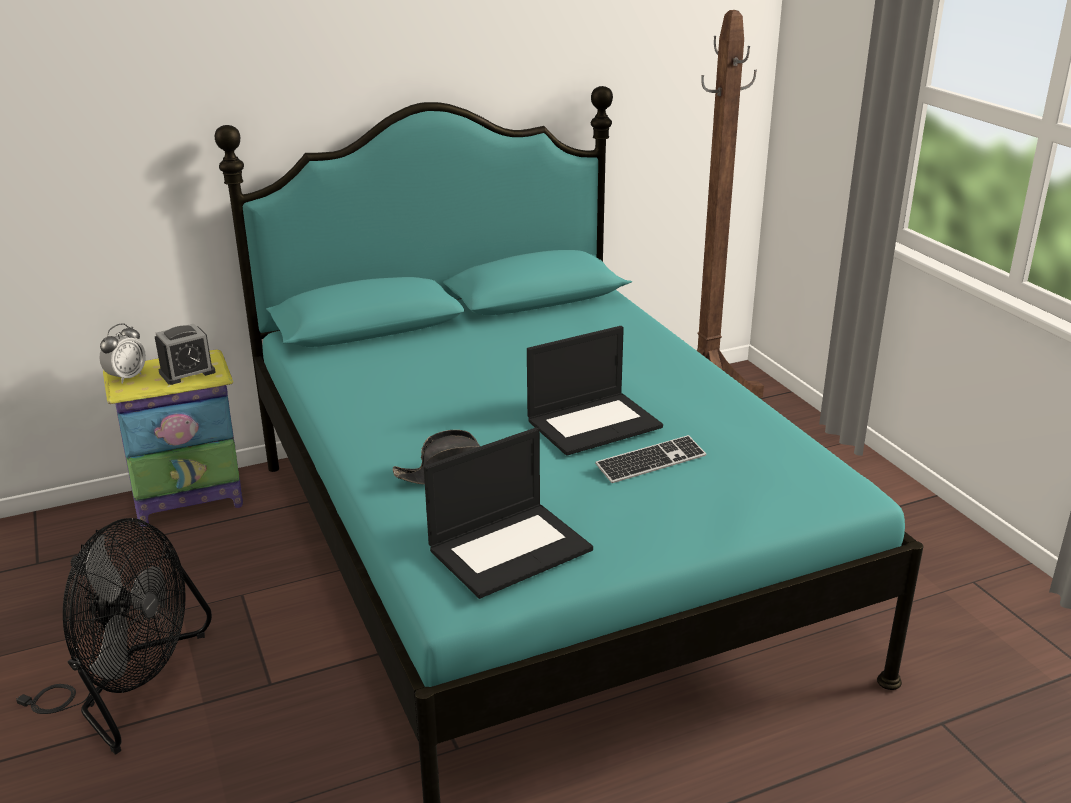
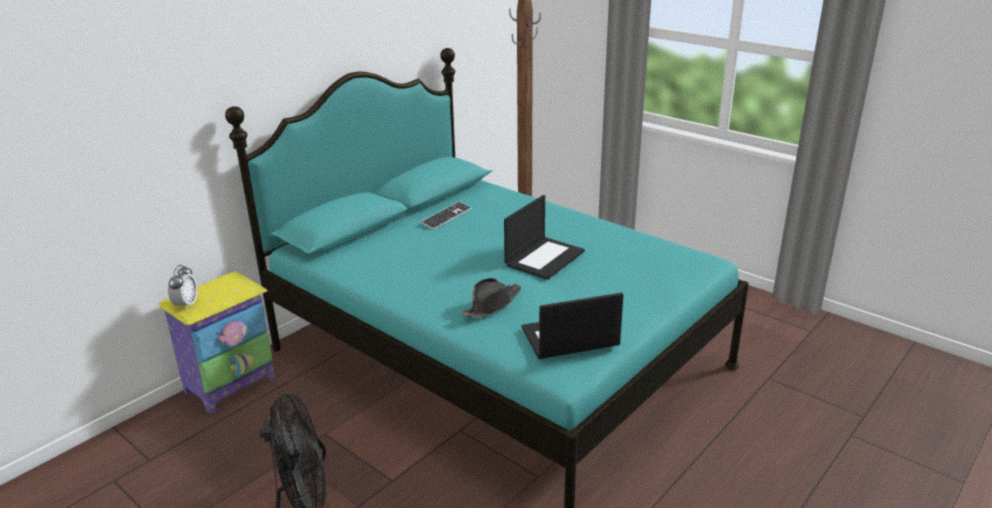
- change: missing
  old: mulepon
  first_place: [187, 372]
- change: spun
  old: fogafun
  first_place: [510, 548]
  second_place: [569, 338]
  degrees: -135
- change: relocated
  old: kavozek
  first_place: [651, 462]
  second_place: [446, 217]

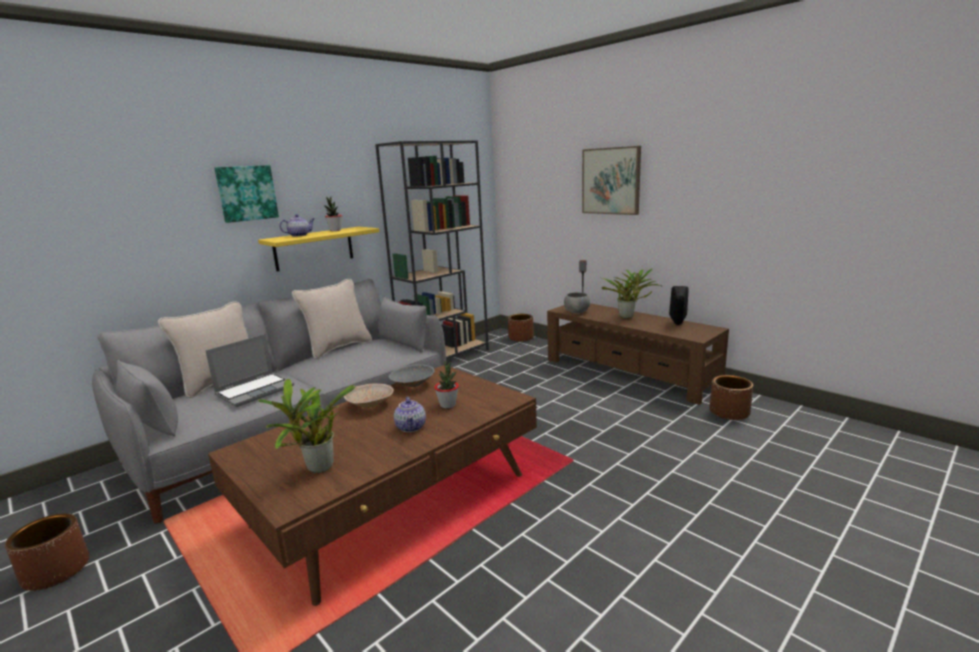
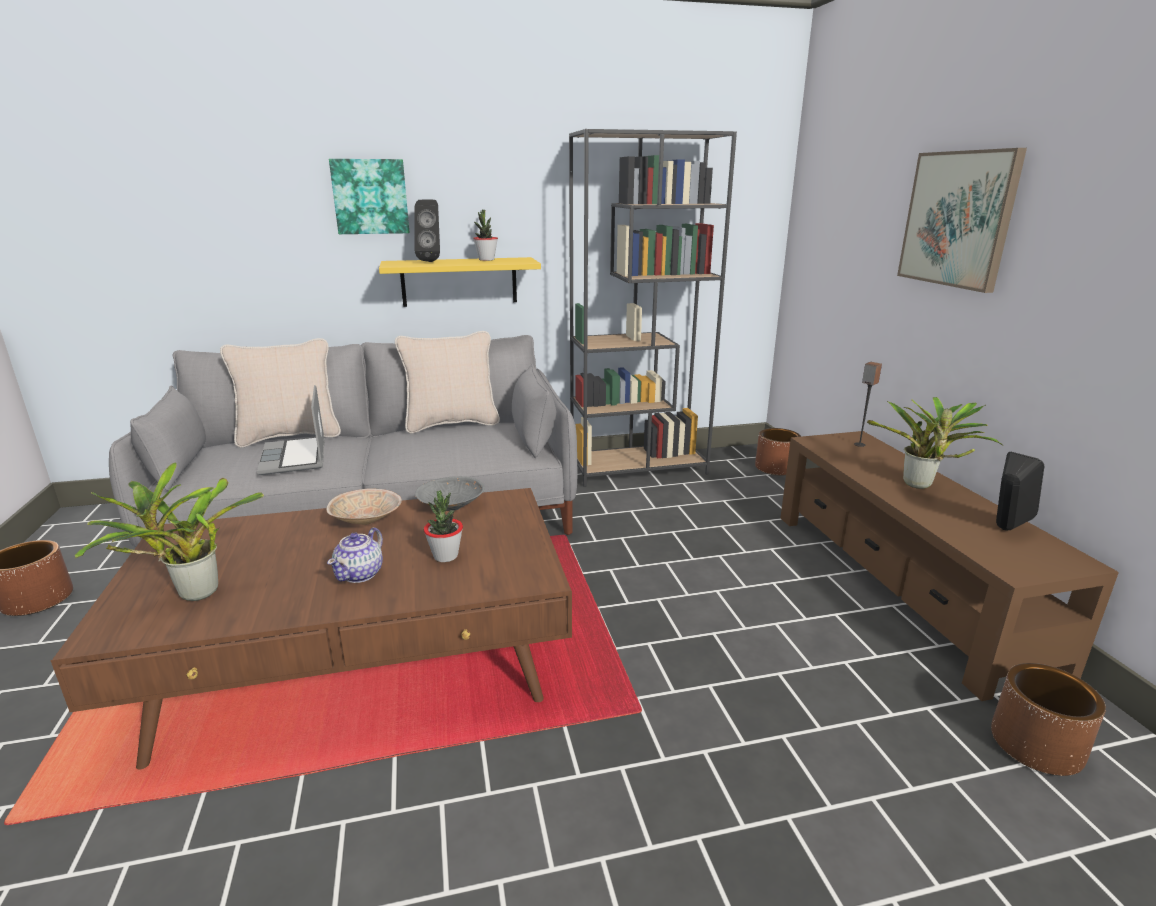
- change: spun
  old: fogafun
  first_place: [255, 390]
  second_place: [295, 458]
  degrees: 90
- change: exchanged
  old: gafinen
  new: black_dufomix
  first_place: [300, 235]
  second_place: [431, 261]
- change: missing
  old: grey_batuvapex
  first_place: [576, 312]

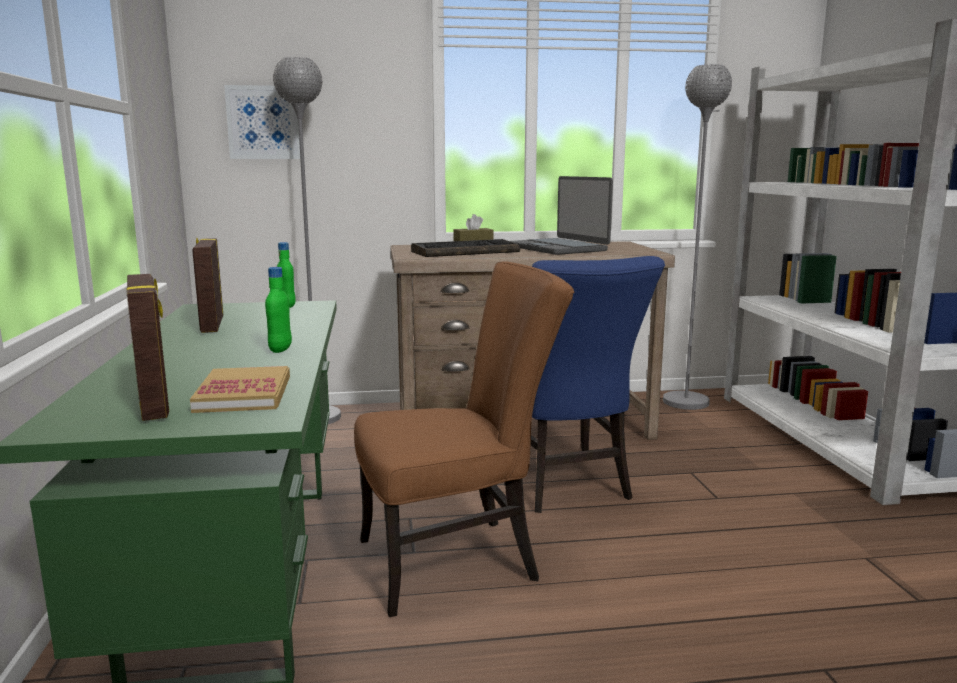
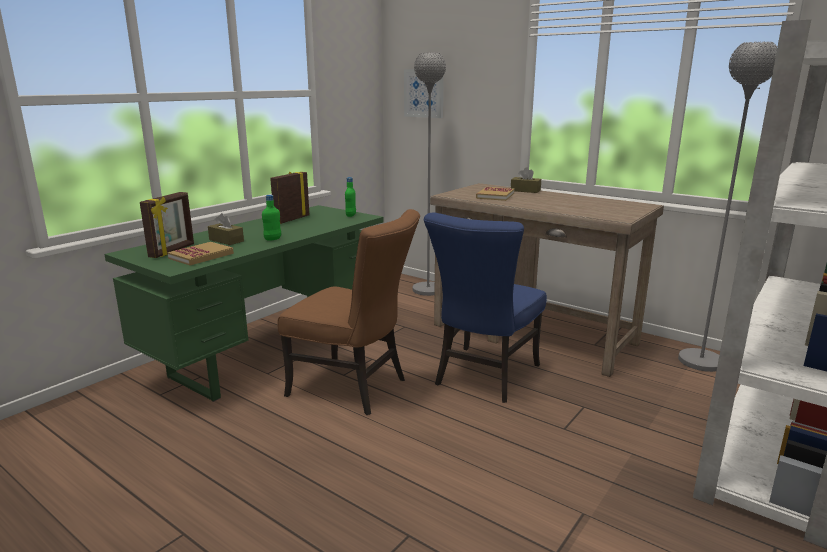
- change: exchanged
  old: kavozek
  new: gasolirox
  first_place: [466, 251]
  second_place: [495, 196]
- change: missing
  old: fogafun
  first_place: [558, 248]
- change: appeared
  new: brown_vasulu
  second_place: [226, 240]

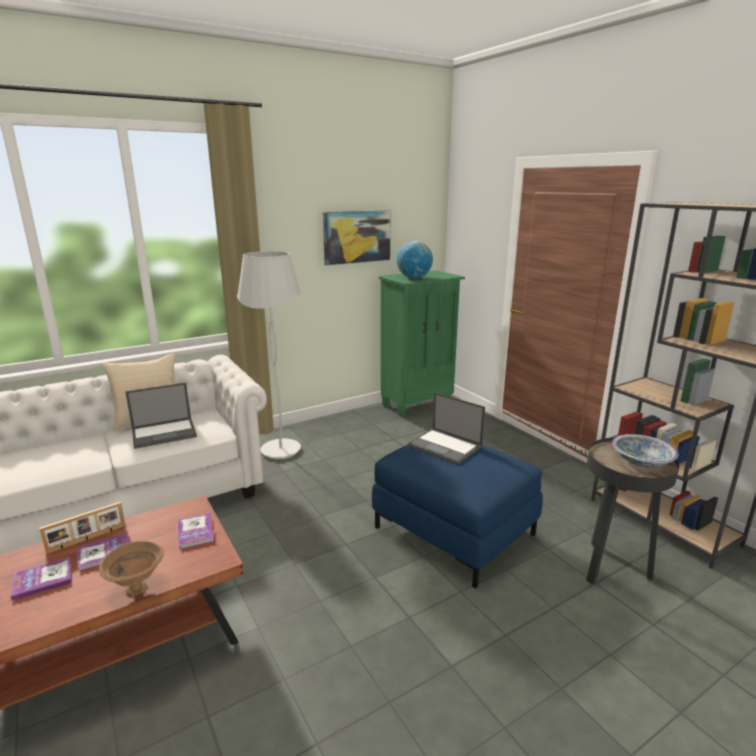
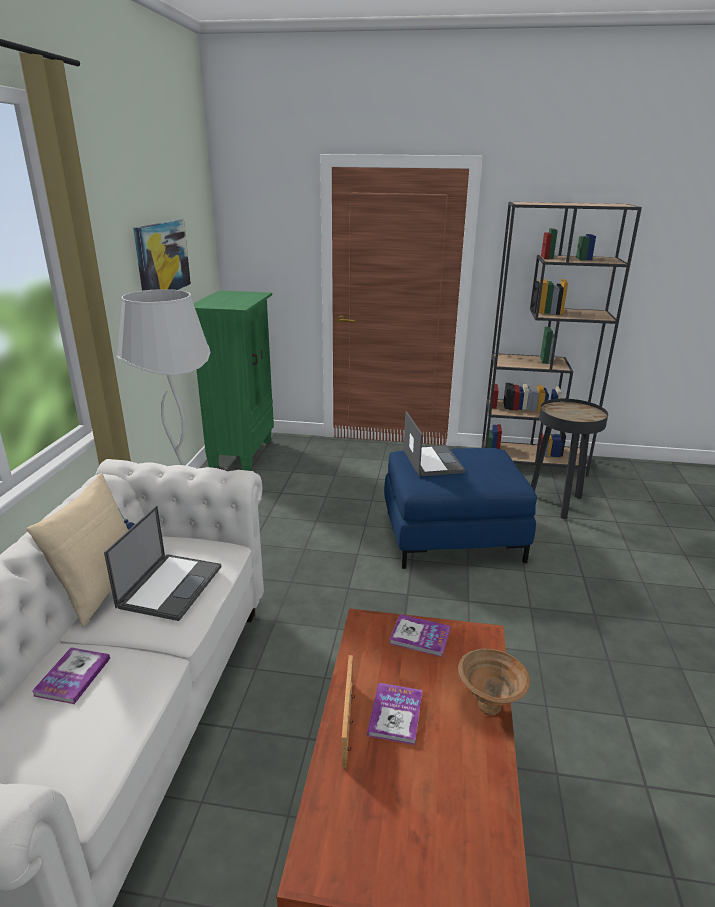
- change: relocated
  old: gasolirox
  first_place: [43, 579]
  second_place: [72, 676]
- change: missing
  old: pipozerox
  first_place: [414, 278]
- change: spun
  old: fogafun
  first_place: [445, 446]
  second_place: [432, 461]
  degrees: -90
- change: missing
  old: batuvapex
  first_place: [641, 461]

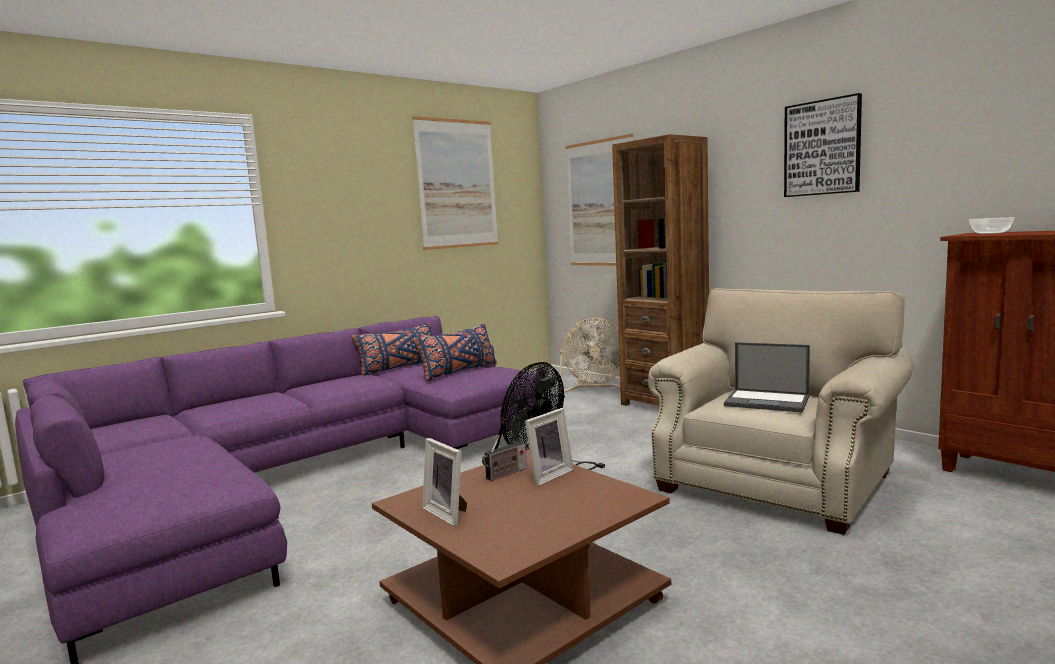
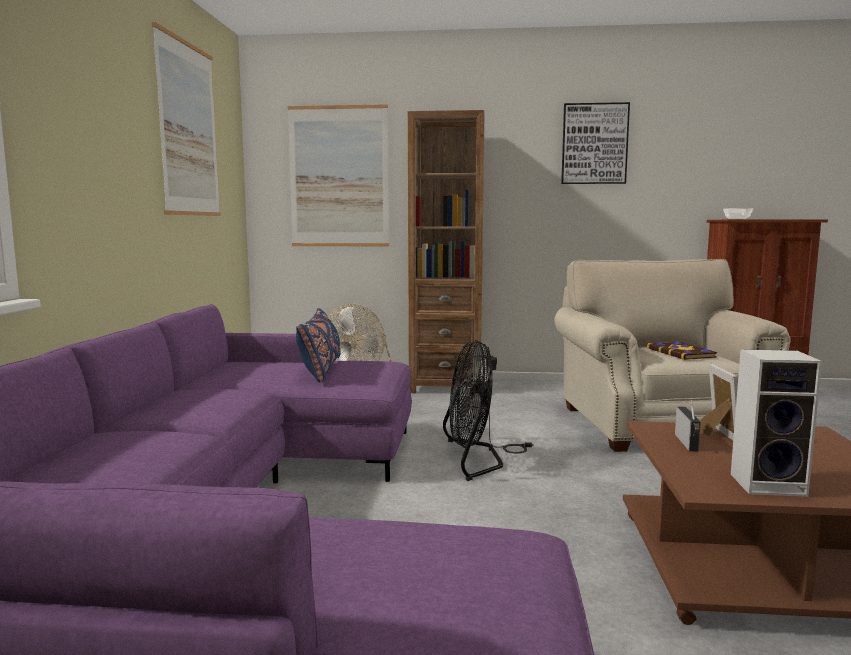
- change: missing
  old: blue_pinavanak
  first_place: [399, 368]
- change: exchanged
  old: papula
  new: dufomix
  first_place: [449, 513]
  second_place: [770, 484]
- change: exchanged
  old: fogafun
  new: gasolirox
  first_place: [768, 401]
  second_place: [681, 353]

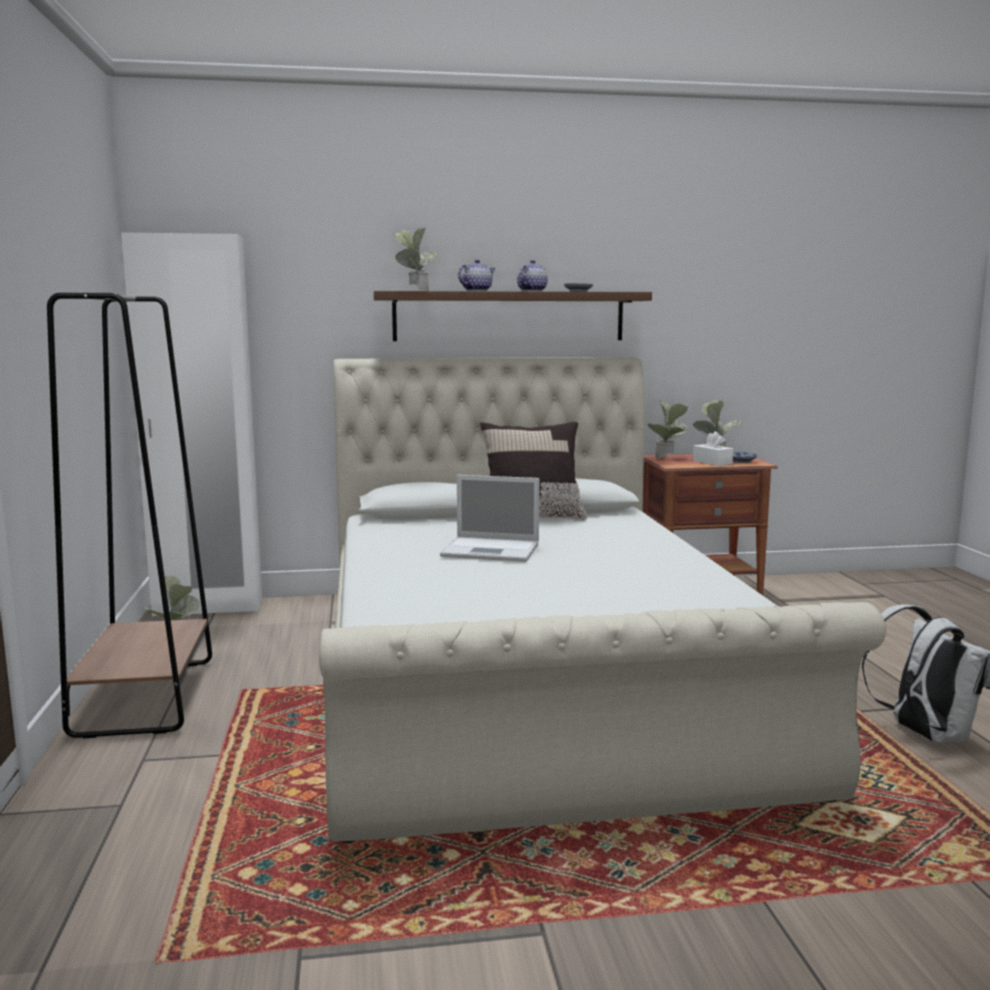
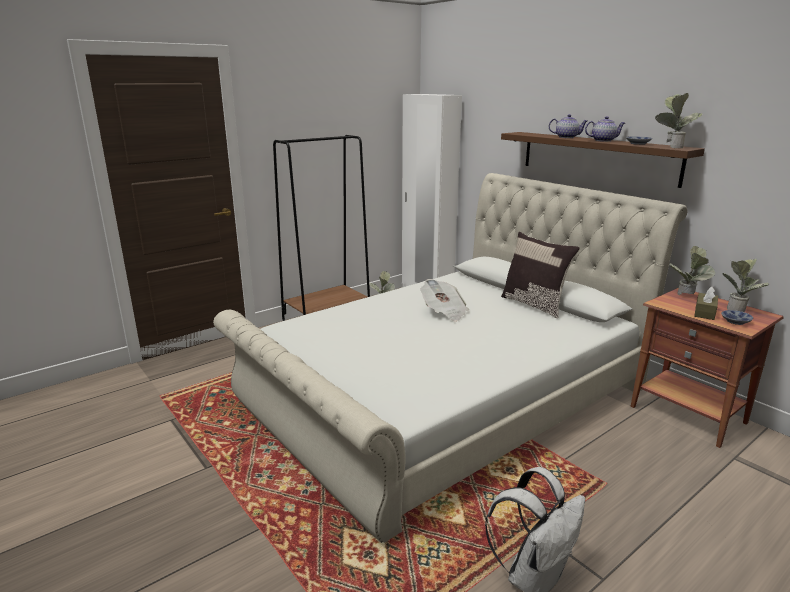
- change: relocated
  old: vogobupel
  first_place: [414, 291]
  second_place: [671, 147]
- change: exchanged
  old: fogafun
  new: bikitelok
  first_place: [492, 550]
  second_place: [444, 312]
- change: colour
  old: white_vasulu
  new: brown_vasulu
  first_place: [712, 462]
  second_place: [704, 312]

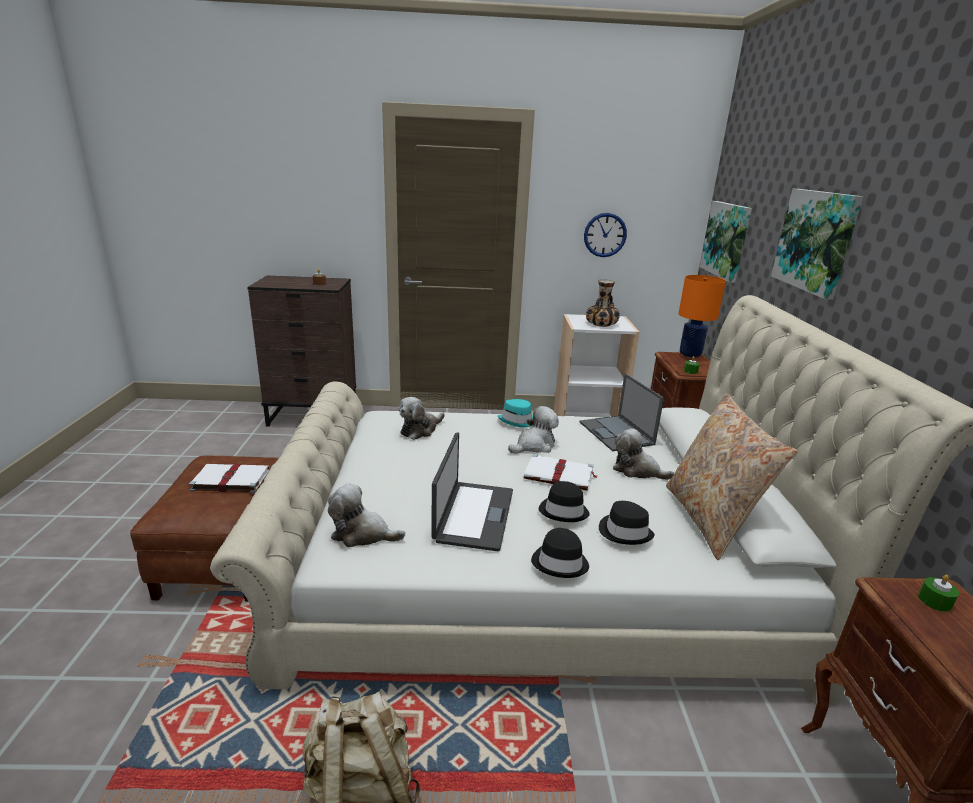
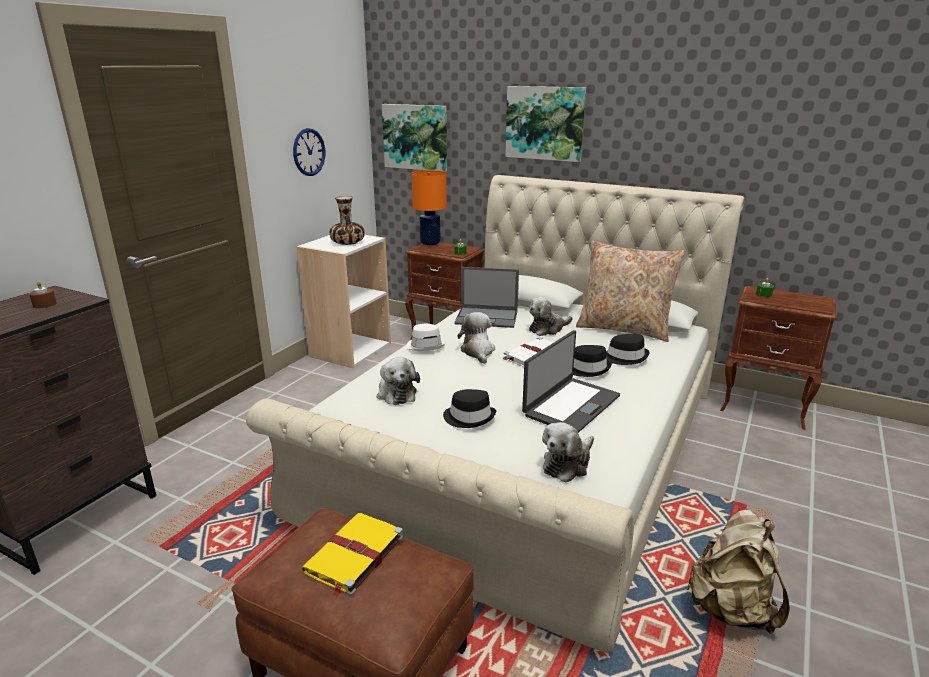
- change: colour
  old: white_gasolirox
  new: yellow_gasolirox
  first_place: [229, 480]
  second_place: [353, 556]
- change: spun
  old: fogafun
  first_place: [473, 515]
  second_place: [570, 405]
  degrees: 90
- change: colour
  old: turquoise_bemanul
  new: white_bemanul
  first_place: [518, 421]
  second_place: [425, 345]
- change: relocated
  old: black_bemanul
  first_place: [560, 562]
  second_place: [469, 417]

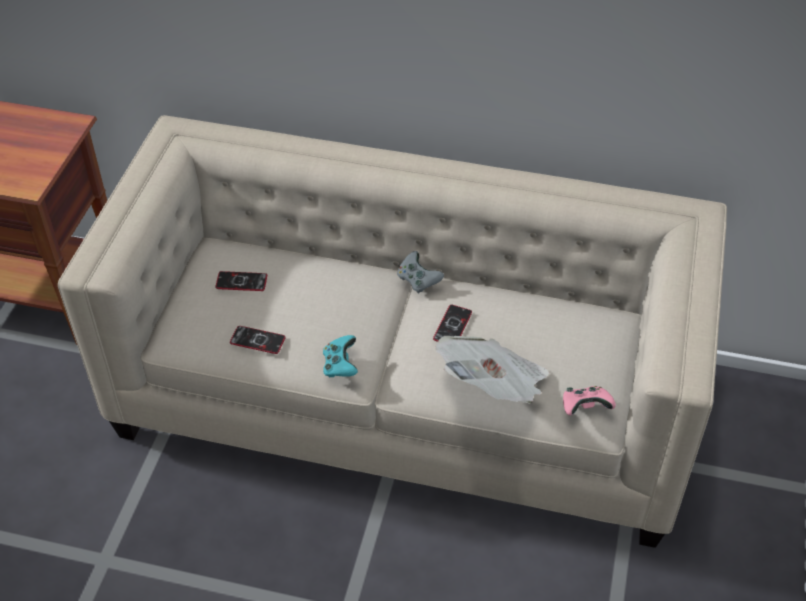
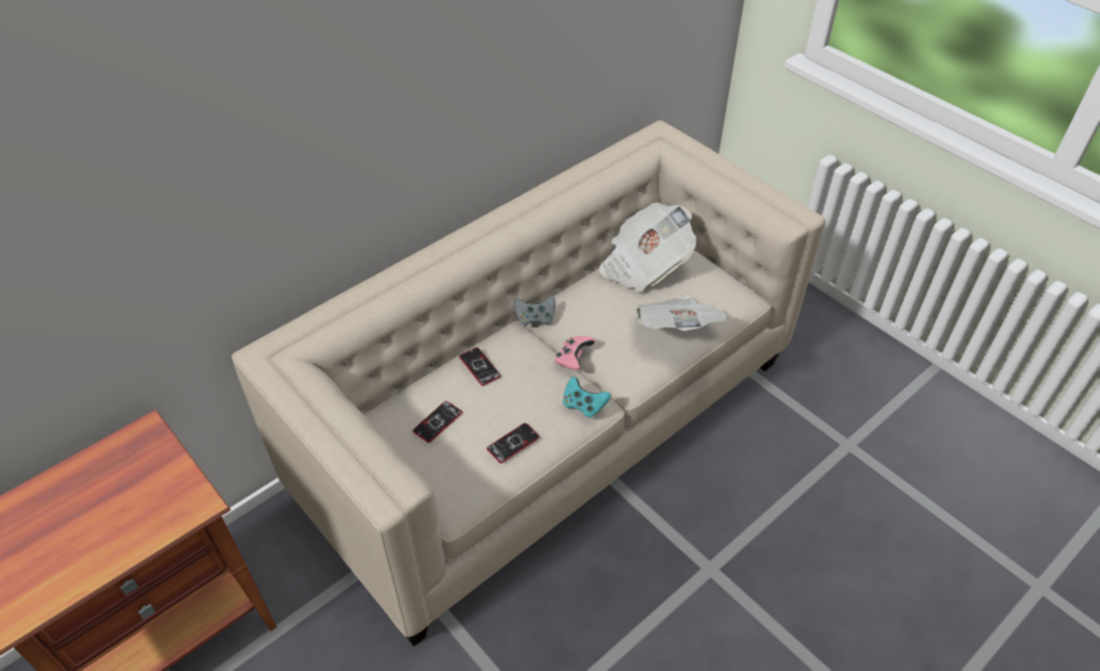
- change: relocated
  old: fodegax
  first_place: [452, 326]
  second_place: [479, 367]
- change: relocated
  old: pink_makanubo
  first_place: [585, 408]
  second_place: [573, 359]
- change: appeared
  new: bikitelok
  second_place: [644, 265]

